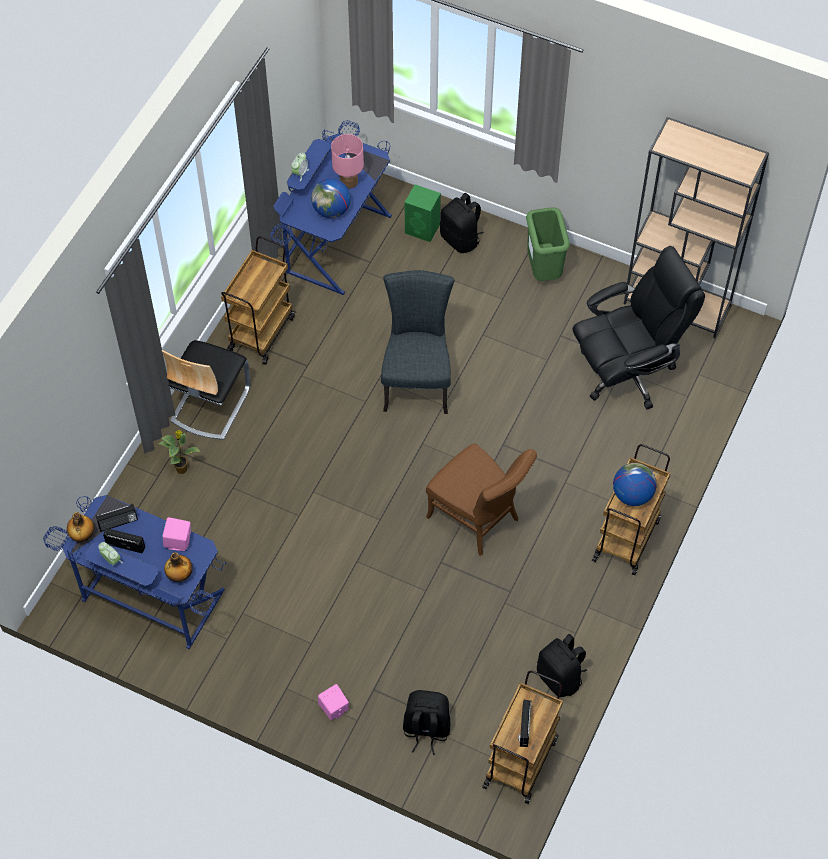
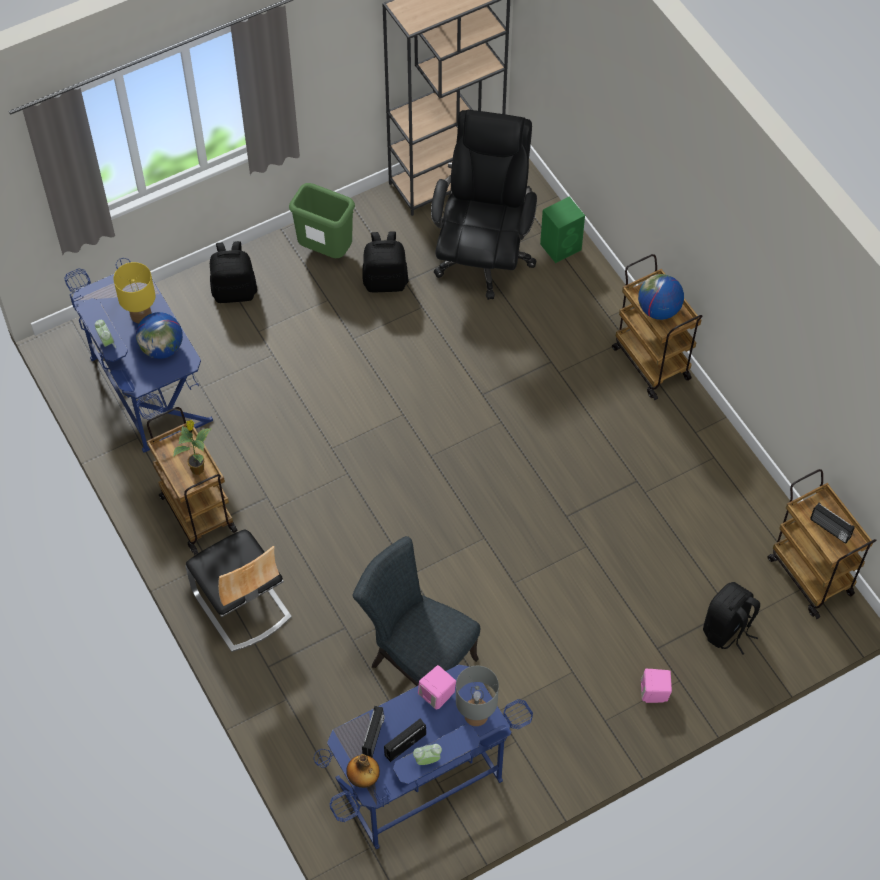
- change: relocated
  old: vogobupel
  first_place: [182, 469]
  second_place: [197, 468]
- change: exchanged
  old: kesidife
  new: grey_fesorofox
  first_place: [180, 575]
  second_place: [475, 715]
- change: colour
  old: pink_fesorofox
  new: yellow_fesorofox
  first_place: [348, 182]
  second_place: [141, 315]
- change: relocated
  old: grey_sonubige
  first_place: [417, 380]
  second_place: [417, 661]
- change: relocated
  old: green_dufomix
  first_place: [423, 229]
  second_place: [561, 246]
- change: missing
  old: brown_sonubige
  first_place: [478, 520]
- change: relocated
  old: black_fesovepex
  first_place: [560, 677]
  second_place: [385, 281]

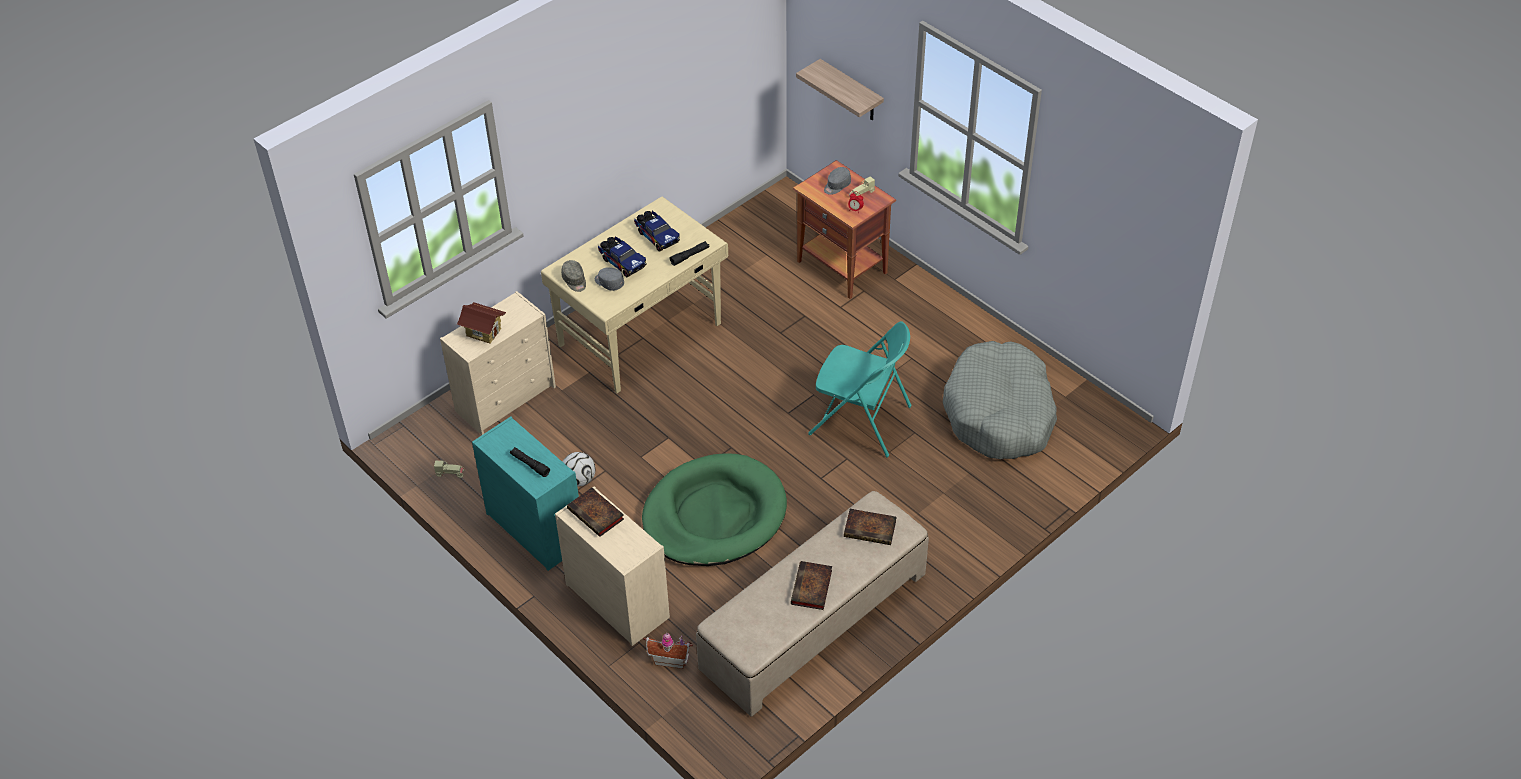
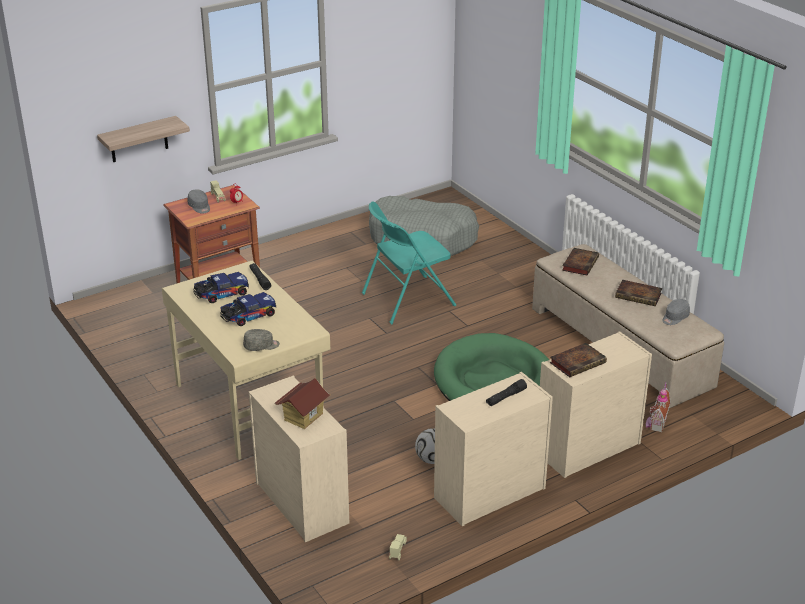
- change: colour
  old: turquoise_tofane
  new: beige_tofane
  first_place: [534, 528]
  second_place: [488, 494]
- change: relocated
  old: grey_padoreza
  first_place: [609, 283]
  second_place: [674, 318]
- change: spun
  old: turquoise_sonubige
  first_place: [860, 420]
  second_place: [408, 299]
  degrees: -150

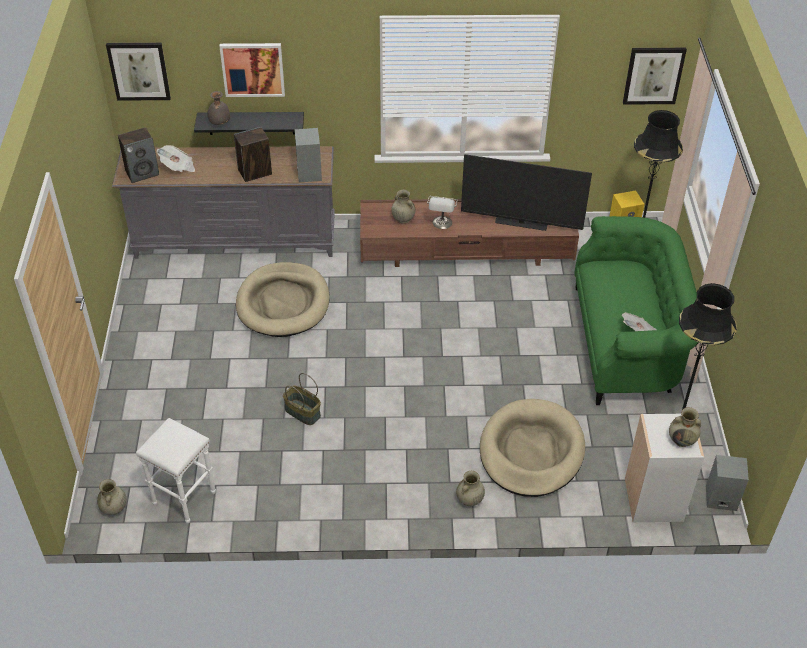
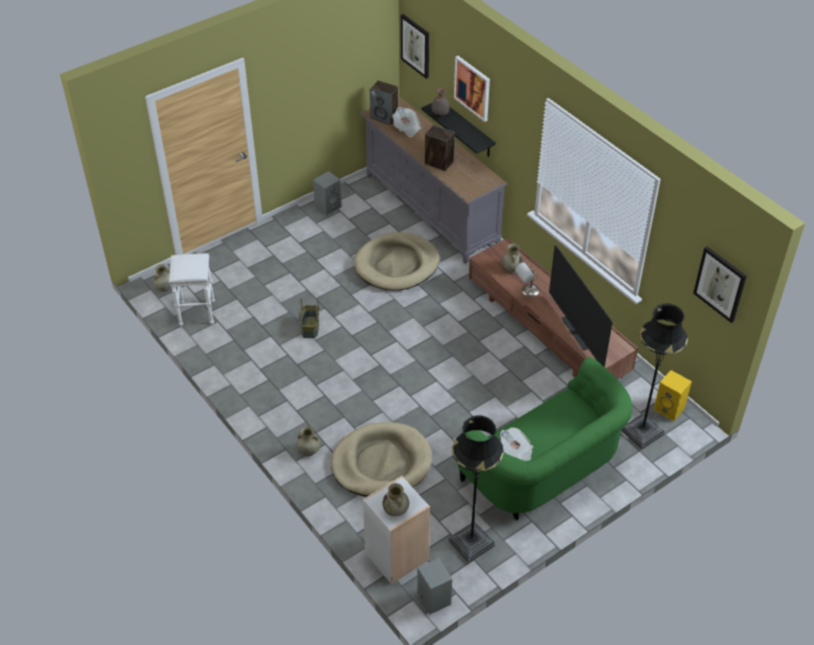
- change: relocated
  old: grey_dufomix
  first_place: [308, 173]
  second_place: [328, 206]

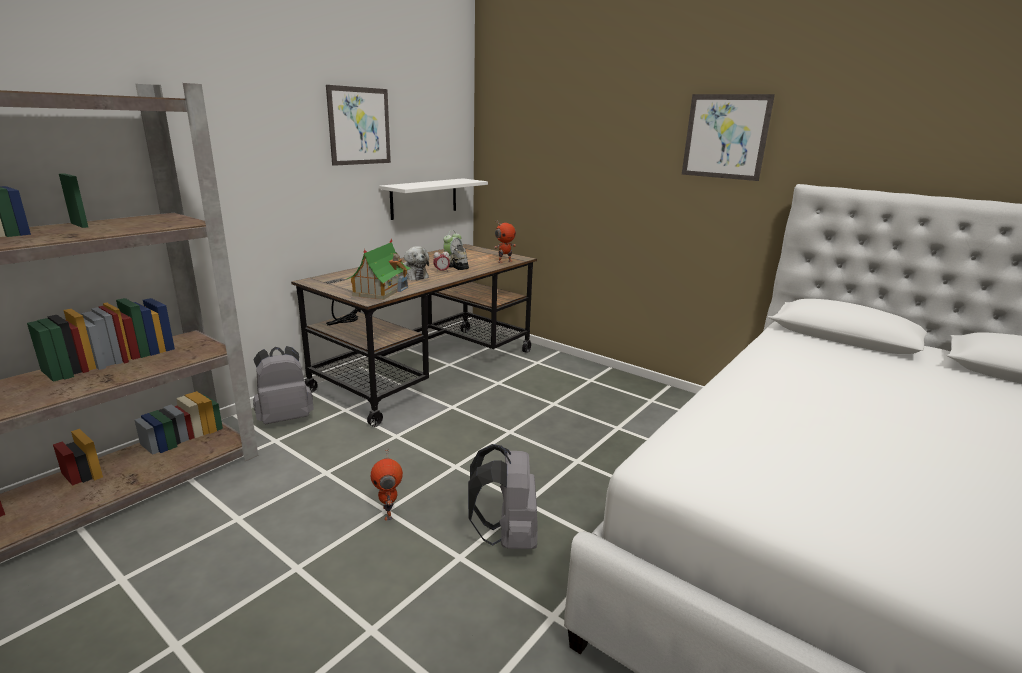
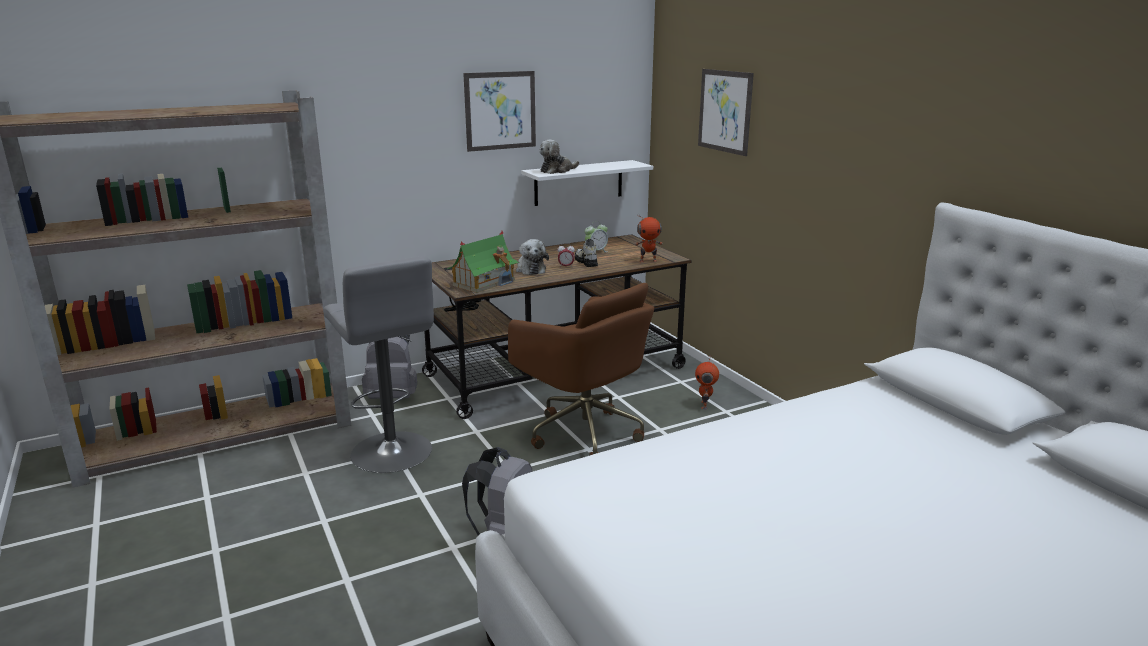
- change: relocated
  old: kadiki
  first_place: [389, 512]
  second_place: [705, 405]
- change: relocated
  old: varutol
  first_place: [725, 137]
  second_place: [725, 111]
- change: appeared
  new: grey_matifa
  second_place: [391, 452]
- change: appeared
  new: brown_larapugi
  second_place: [581, 433]
- change: appeared
  new: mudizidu
  second_place: [557, 170]

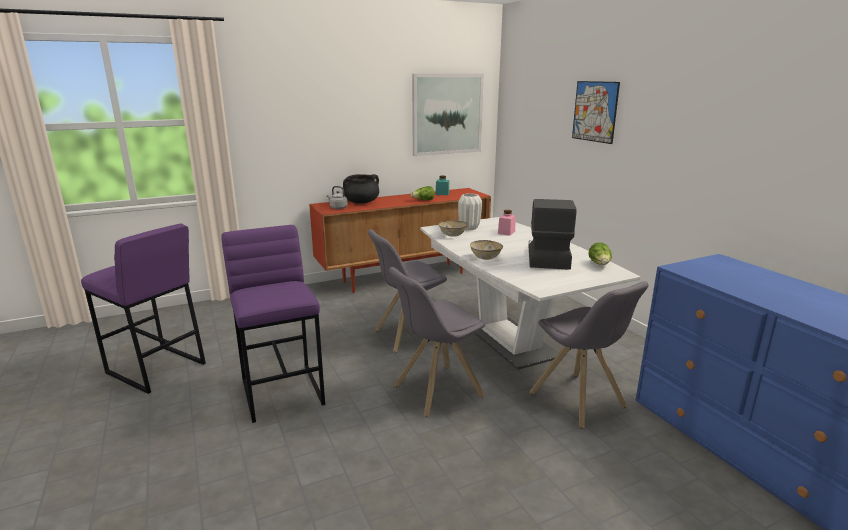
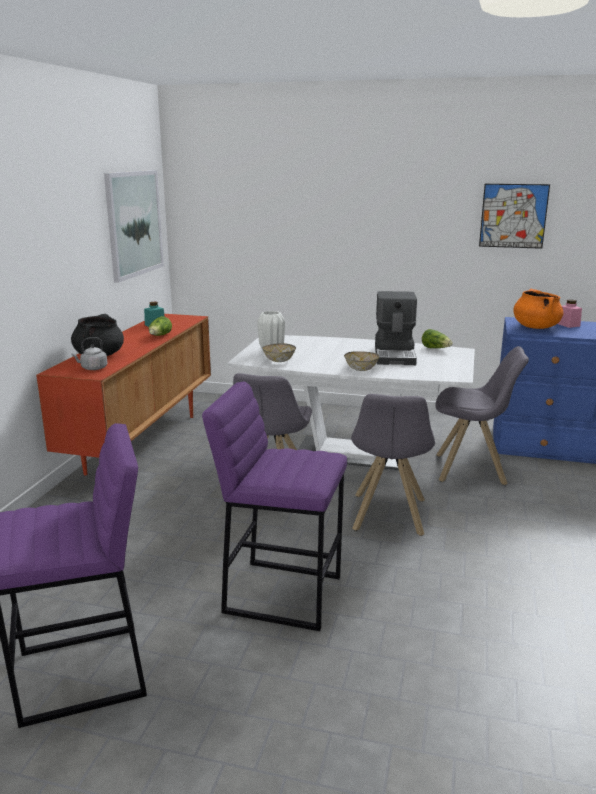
- change: relocated
  old: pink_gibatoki
  first_place: [506, 232]
  second_place: [568, 325]
- change: spun
  old: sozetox
  first_place: [547, 257]
  second_place: [395, 355]
  degrees: -135
- change: relocated
  old: varutol
  first_place: [595, 111]
  second_place: [513, 216]
- change: appeared
  new: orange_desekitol
  second_place: [535, 327]

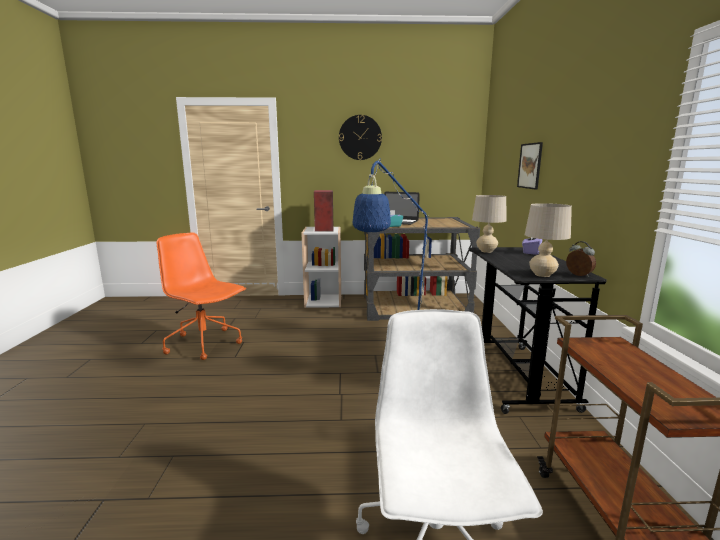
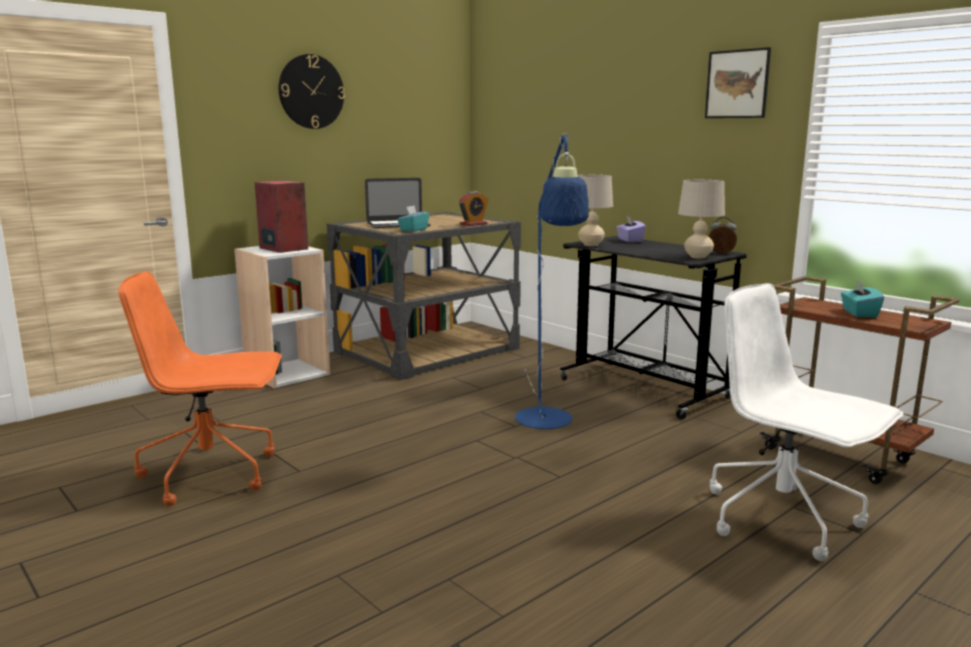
- change: relocated
  old: varutol
  first_place: [530, 166]
  second_place: [737, 84]
- change: appeared
  new: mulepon
  second_place: [473, 224]
- change: appeared
  new: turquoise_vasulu
  second_place: [859, 313]

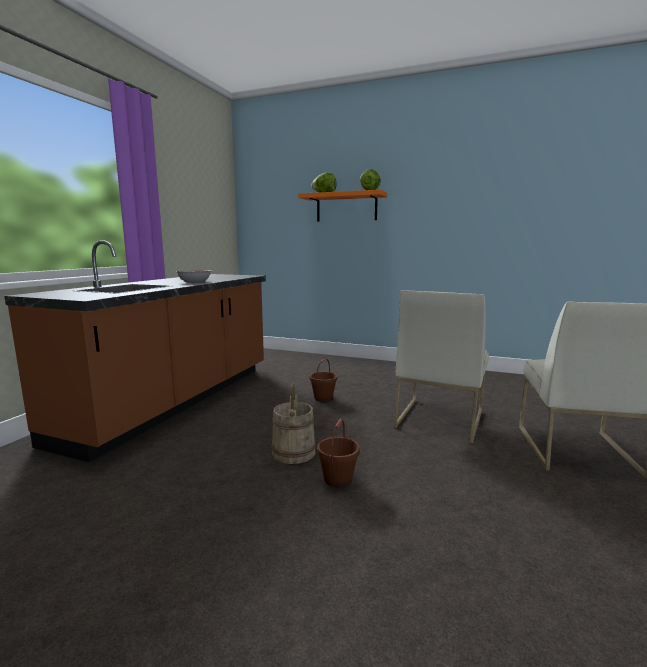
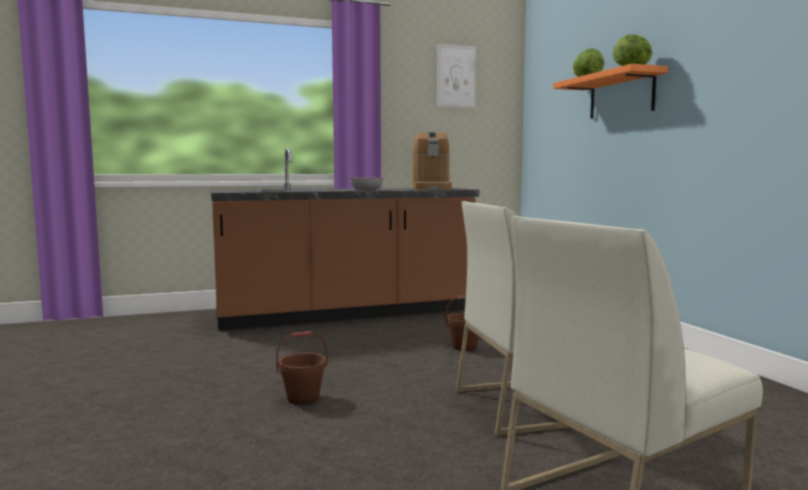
- change: missing
  old: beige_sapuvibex
  first_place: [293, 452]
- change: appeared
  new: sozetox
  second_place: [431, 188]
- change: appeared
  new: varutol
  second_place: [456, 76]

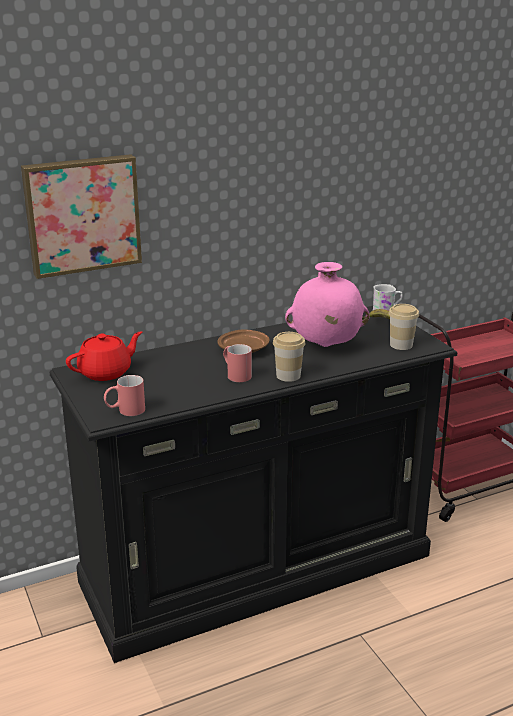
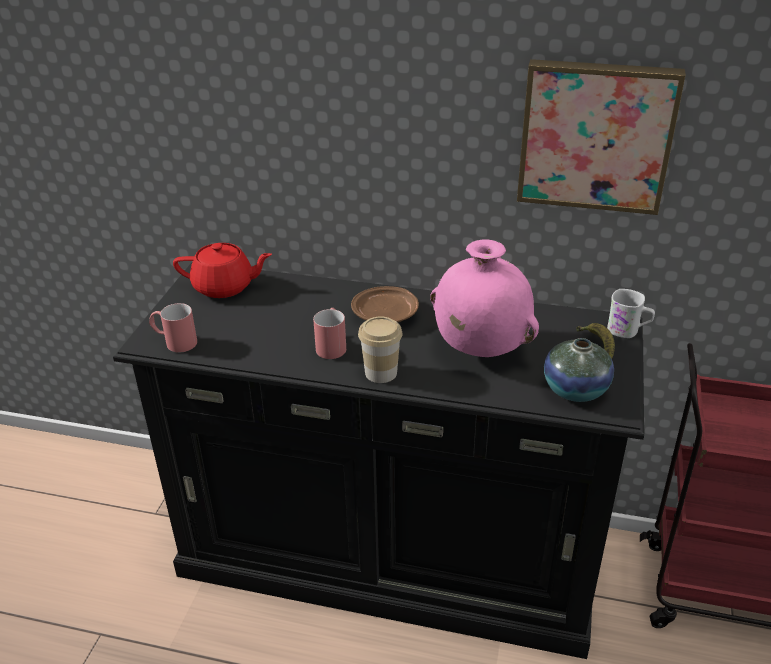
- change: relocated
  old: varutol
  first_place: [82, 214]
  second_place: [596, 135]
- change: exchanged
  old: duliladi
  new: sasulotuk
  first_place: [401, 345]
  second_place: [575, 390]

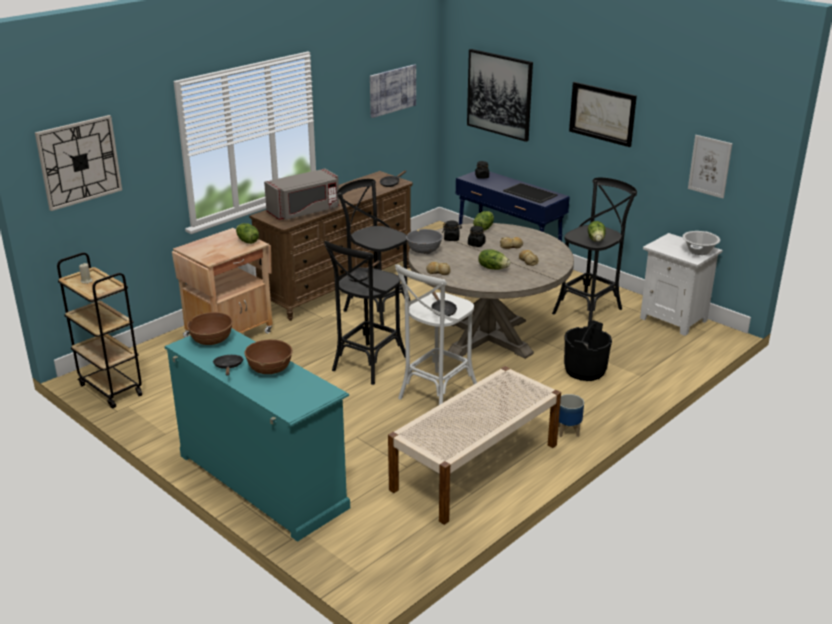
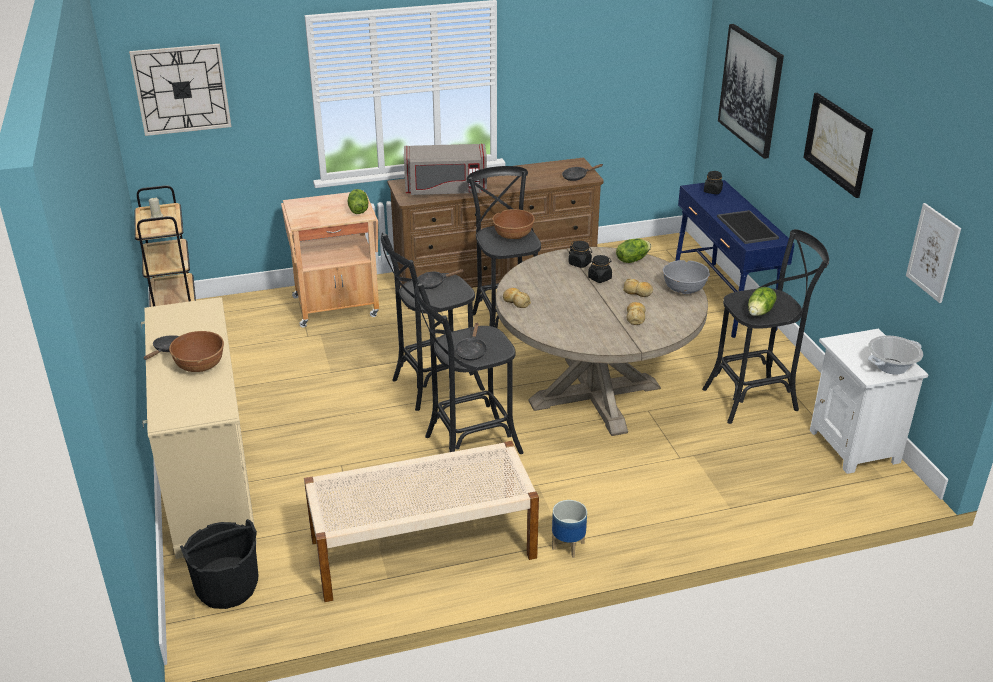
- change: colour
  old: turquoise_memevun
  new: beige_memevun
  first_place: [261, 481]
  second_place: [209, 479]
- change: relocated
  old: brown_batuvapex
  first_place: [211, 340]
  second_place: [513, 235]
- change: missing
  old: varutol
  first_place: [392, 90]
- change: colour
  old: white_matifa
  new: black_matifa
  first_place: [435, 394]
  second_place: [468, 445]
- change: relocated
  old: grey_batuvapex
  first_place: [424, 251]
  second_place: [684, 289]
- change: missing
  old: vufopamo
  first_place: [493, 268]
- change: relocated
  old: black_sapuvibex
  first_place: [585, 371]
  second_place: [227, 588]

